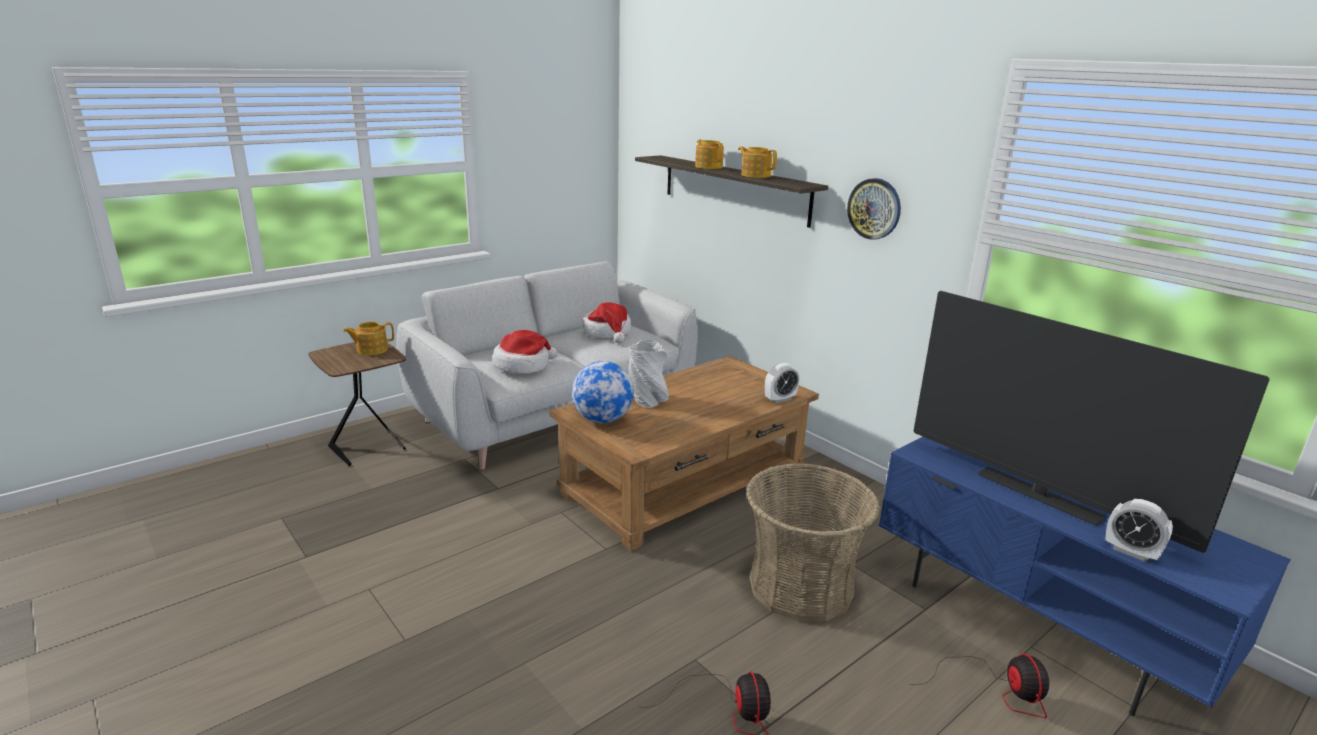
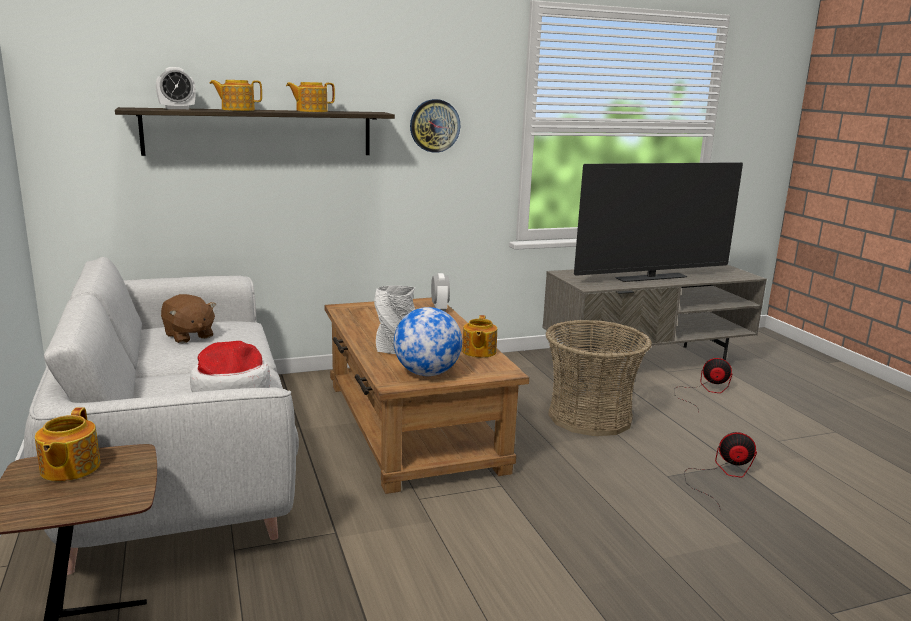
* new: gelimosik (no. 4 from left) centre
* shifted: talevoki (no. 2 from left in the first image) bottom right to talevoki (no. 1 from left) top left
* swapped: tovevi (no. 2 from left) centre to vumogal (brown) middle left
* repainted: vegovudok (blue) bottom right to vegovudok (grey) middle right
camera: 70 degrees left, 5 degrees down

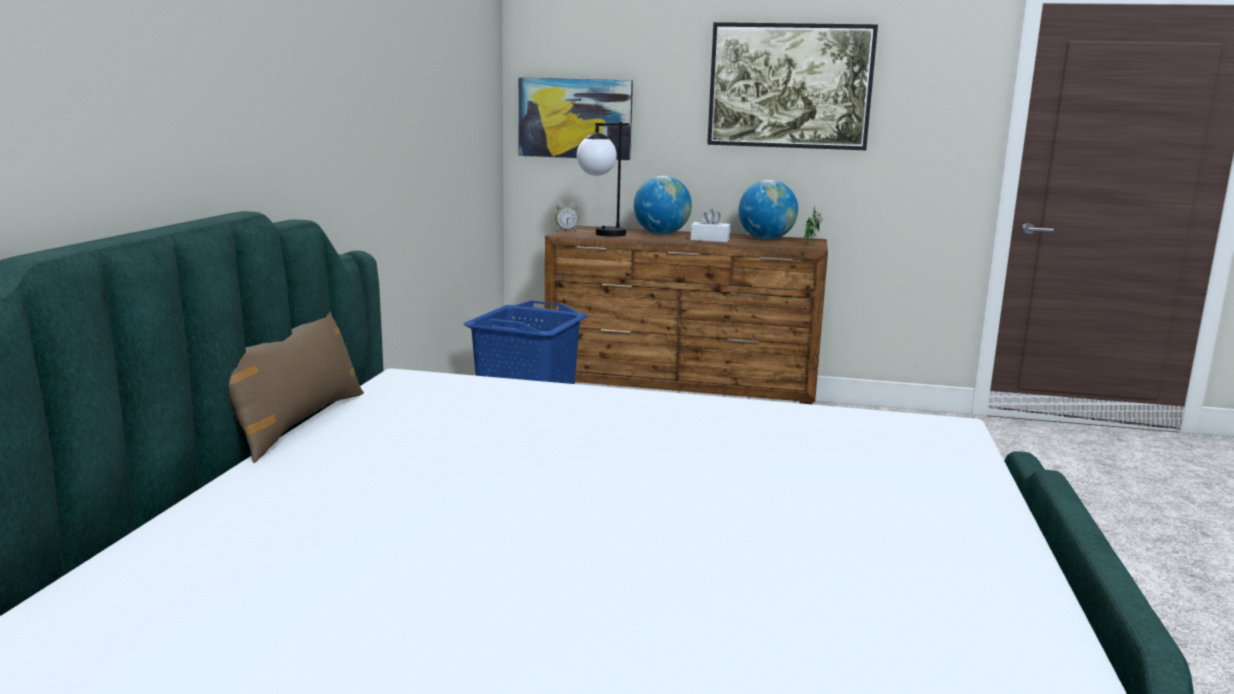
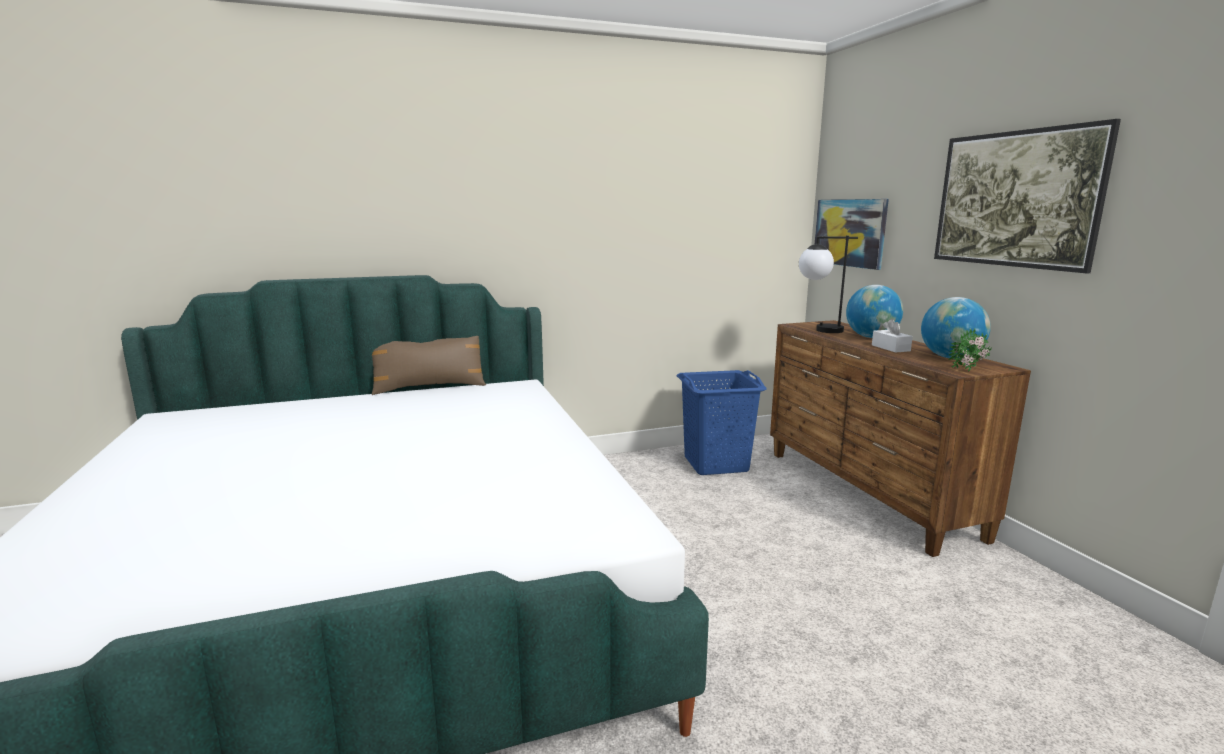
* gone: talevoki top centre
camera: 60 degrees right, 0 degrees up

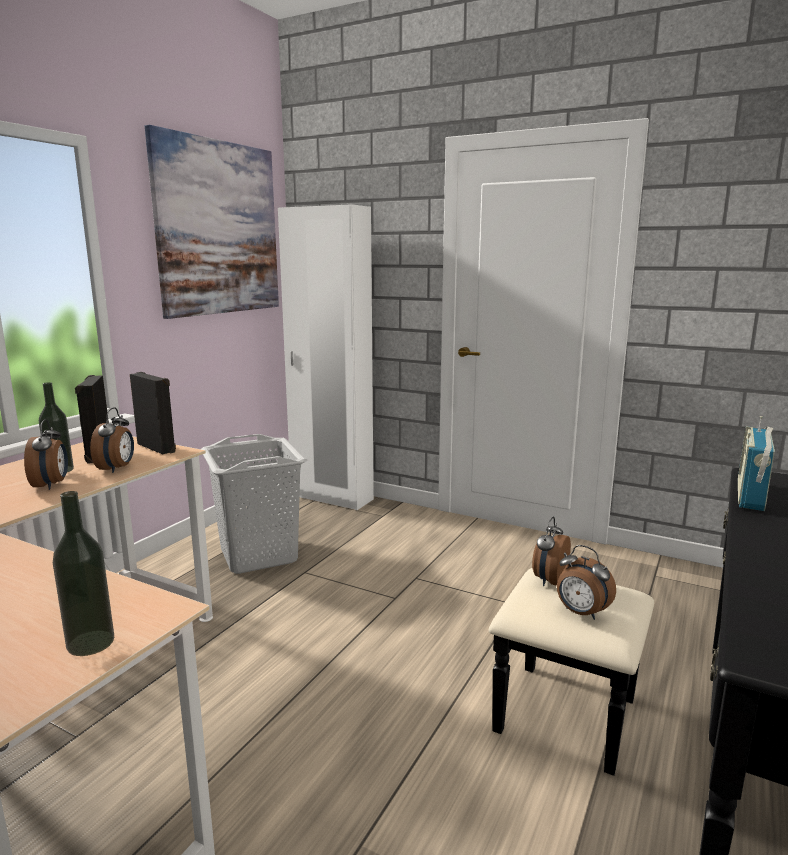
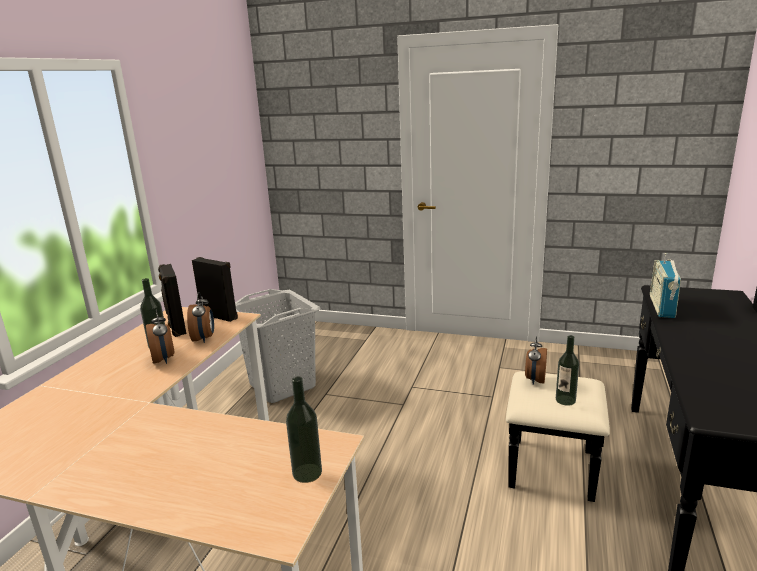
* gone: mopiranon top left
* gone: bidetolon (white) centre
* swapped: talevoki (no. 4 from left) bottom right to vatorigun (no. 3 from left) middle right
camera: 10 degrees left, 5 degrees up

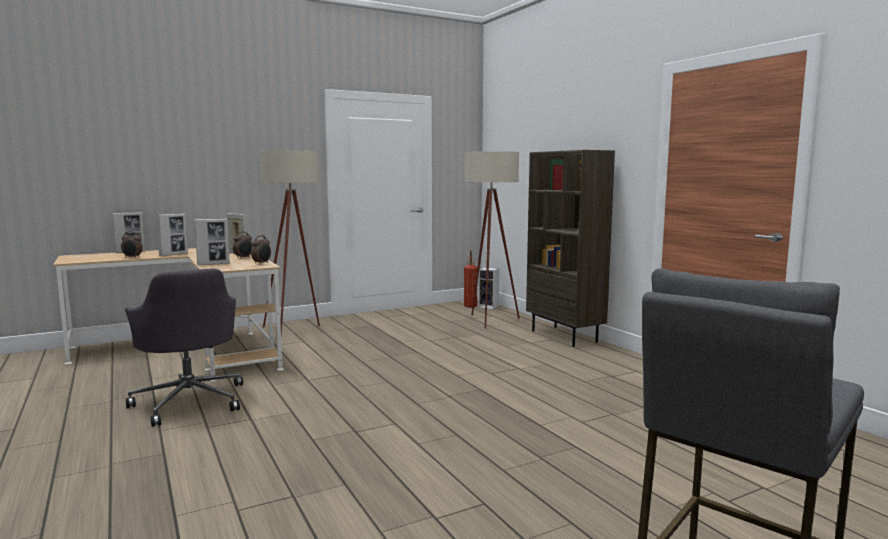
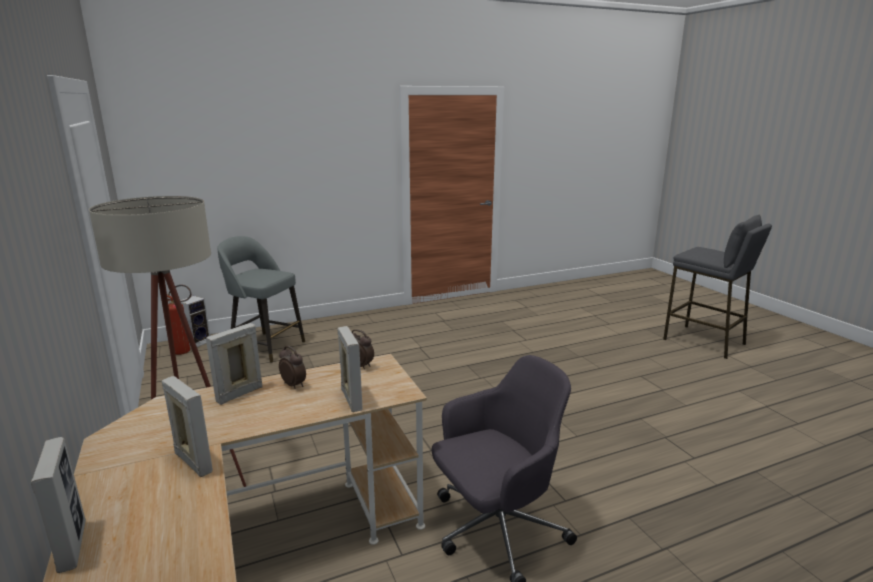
* gone: talevoki (no. 1 from left) middle left
* gone: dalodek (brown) centre
* swapped: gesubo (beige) (no. 2 from left) centre to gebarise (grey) (no. 1 from left) middle left
camera: 85 degrees left, 10 degrees up

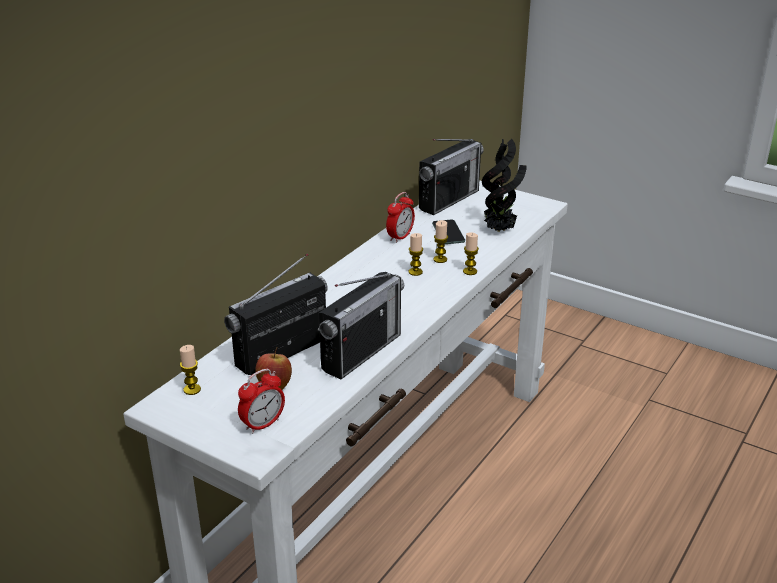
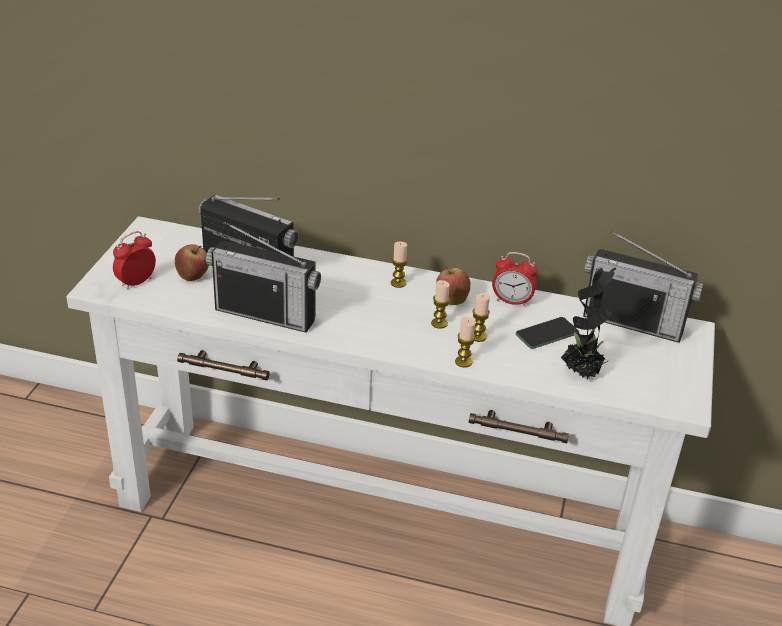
* new: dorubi (no. 2 from left) centre
* shifted: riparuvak (no. 1 from left) middle left to centre
* rotated: talevoki (no. 1 from left) bottom centre = middle left 105 degrees clockwise
camera: 70 degrees right, 5 degrees up

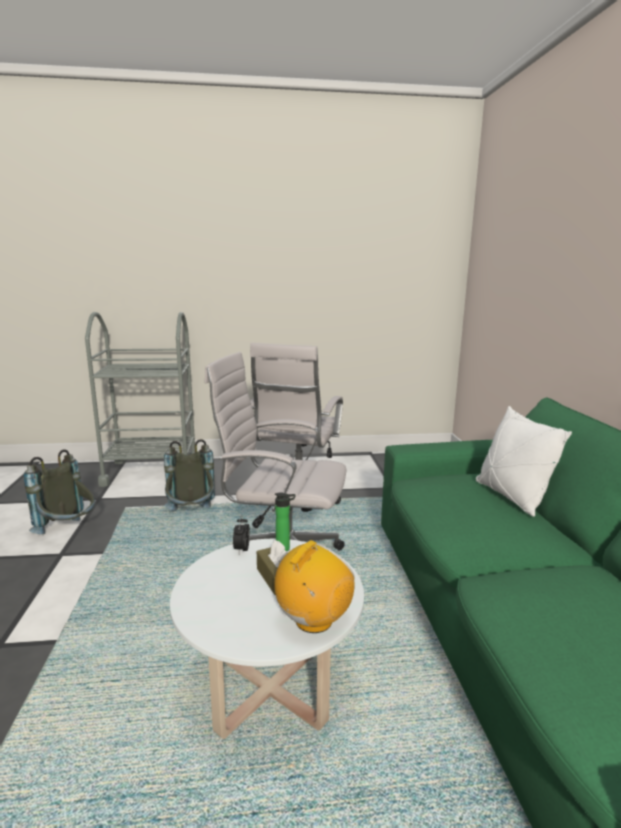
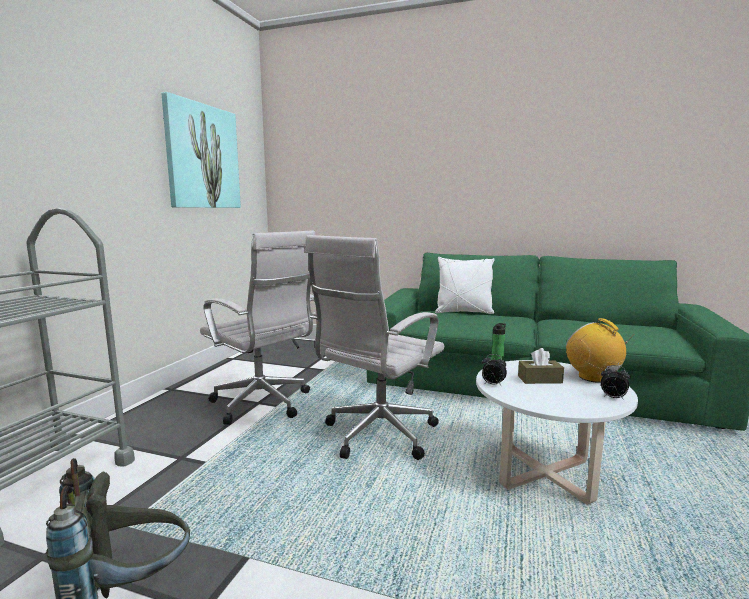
* gone: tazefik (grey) (no. 2 from left) middle left
* new: mopiranon top left
* new: talevoki (no. 2 from left) middle right
camera: 65 degrees left, 5 degrees down

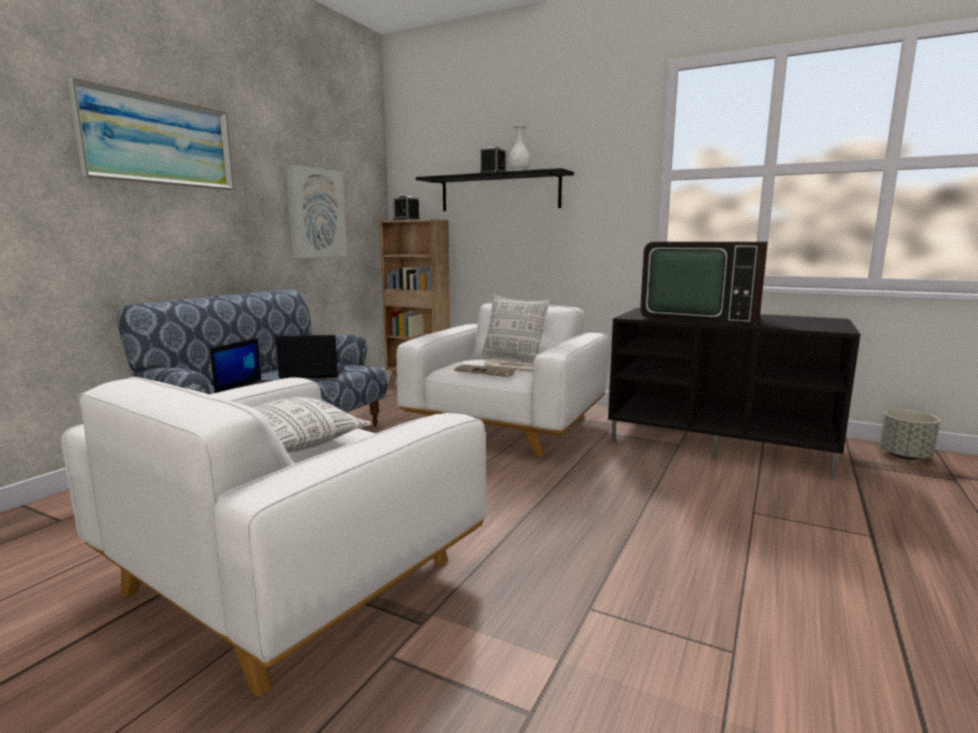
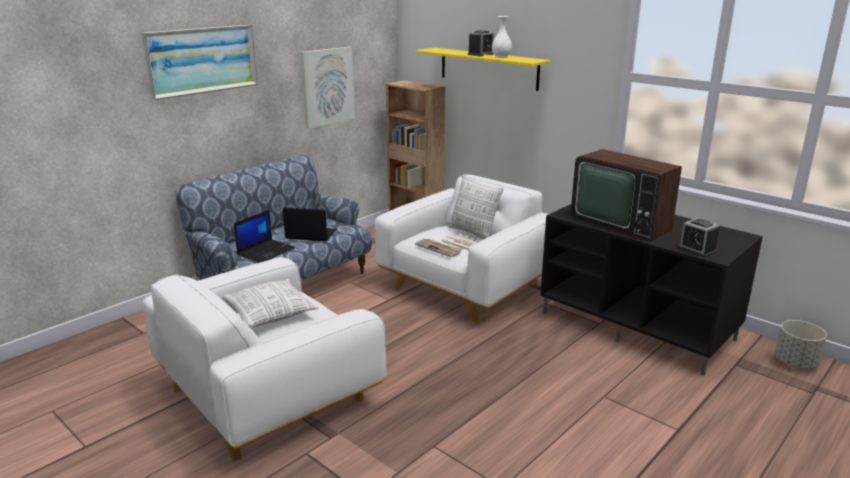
* shifted: talevoki (no. 1 from left in the first image) top centre to talevoki (no. 2 from left) middle right
* repainted: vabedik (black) top centre to vabedik (yellow) top centre
camera: 15 degrees right, 10 degrees up

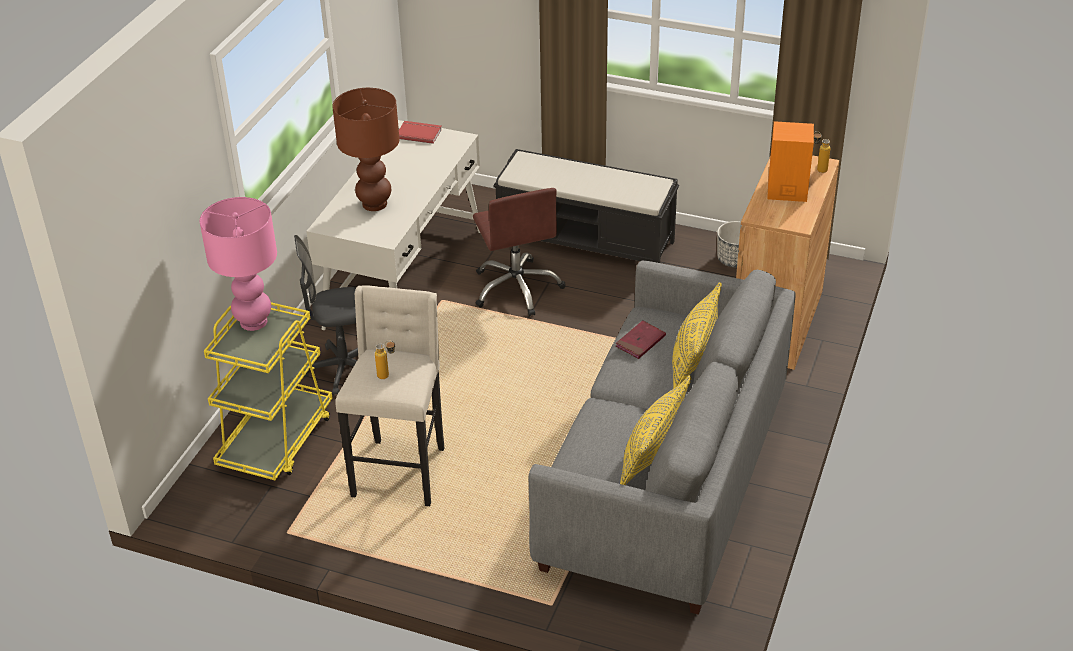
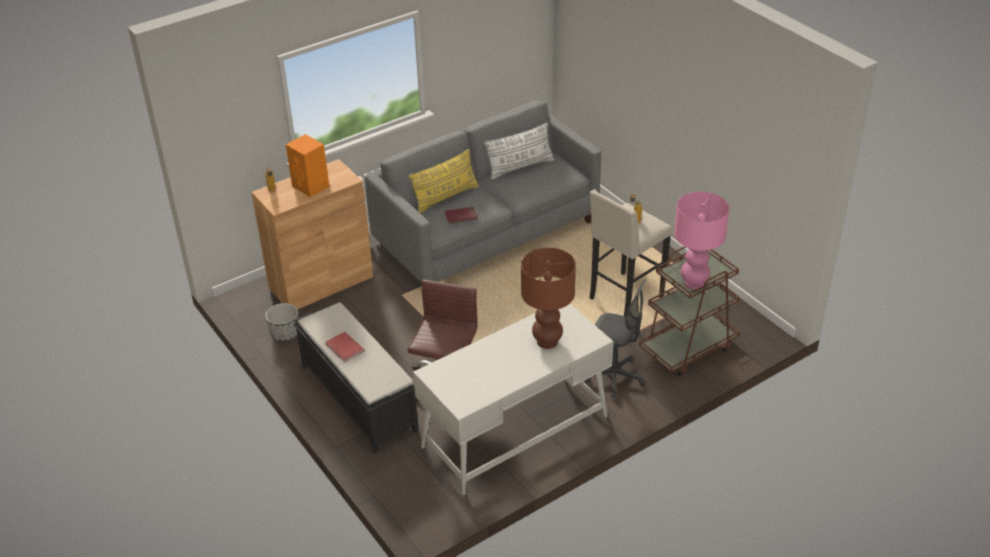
* shifted: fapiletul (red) (no. 1 from left) top centre to centre
* repainted: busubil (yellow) middle left to busubil (brown) middle right
* repainted: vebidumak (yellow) (no. 1 from left) centre to vebidumak (white) top centre
camera: 145 degrees left, 0 degrees up

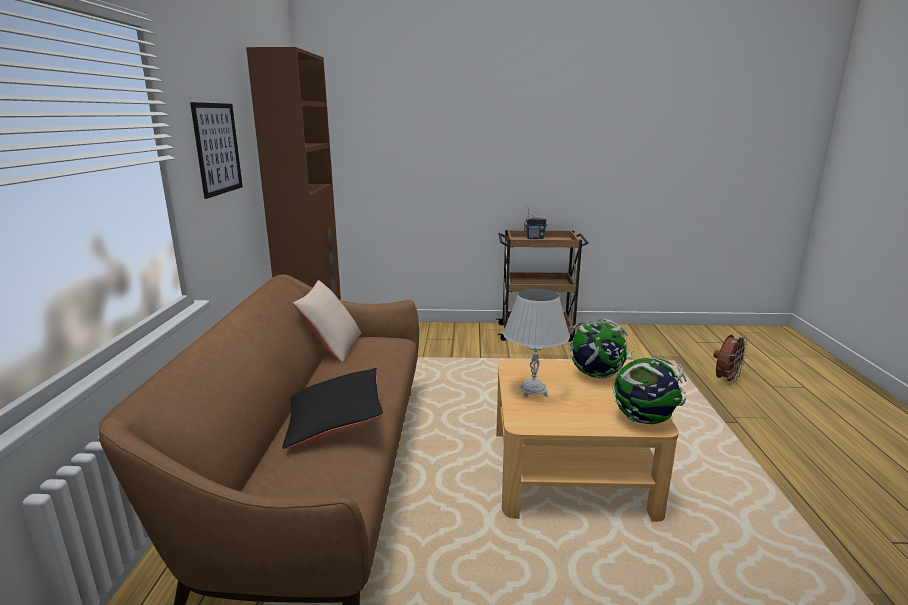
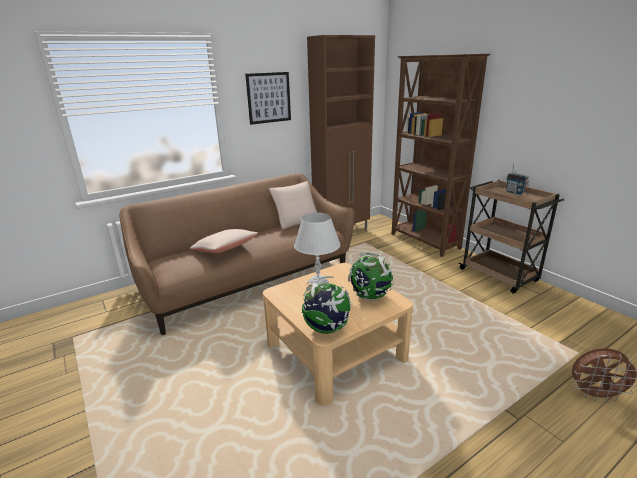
* new: dalodek (brown) top right
* repainted: vebidumak (black) bottom centre to vebidumak (beige) (no. 1 from left) centre
camera: 55 degrees right, 5 degrees up

